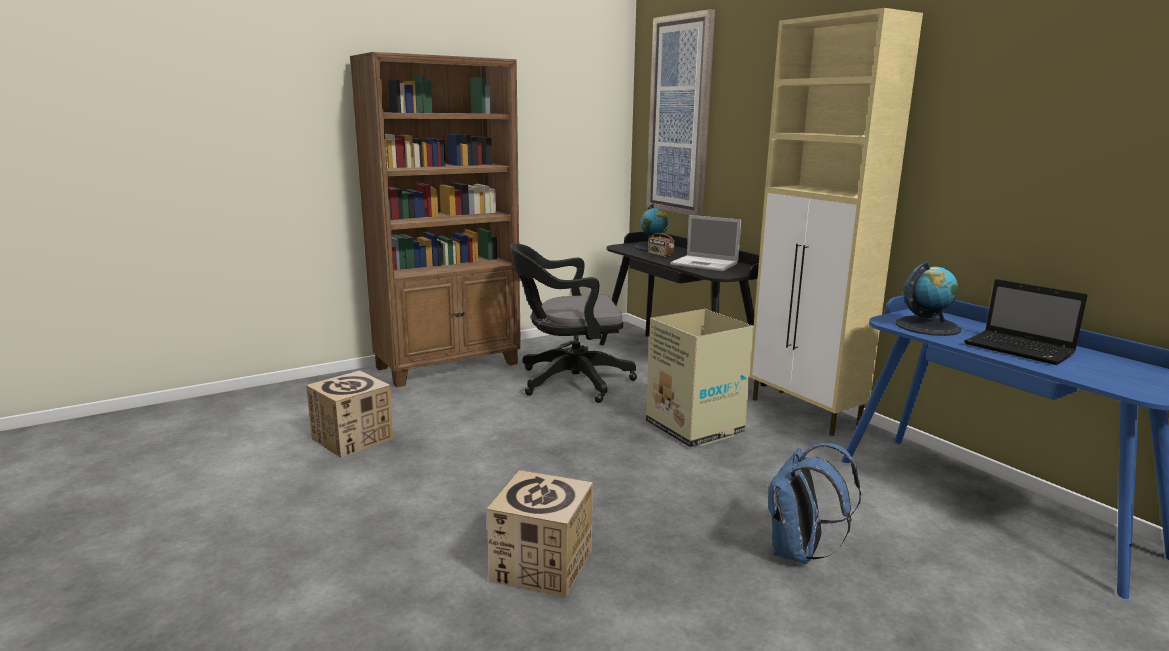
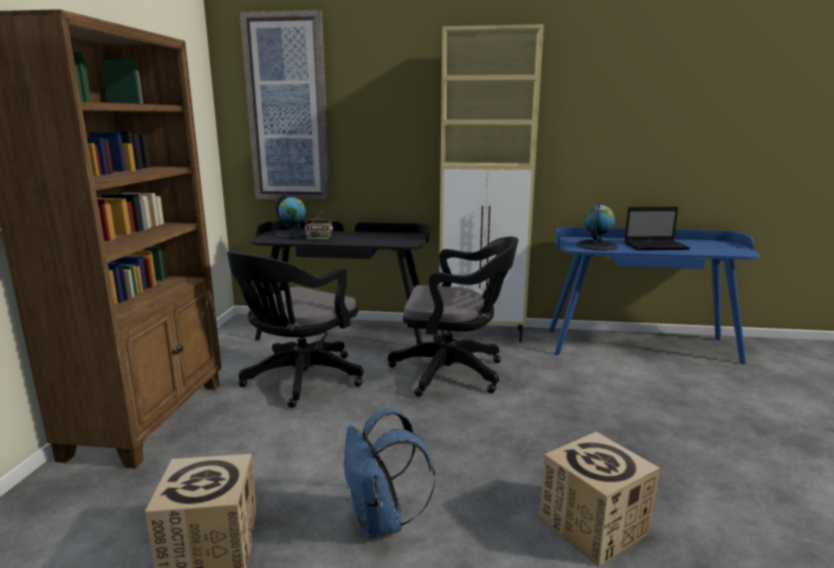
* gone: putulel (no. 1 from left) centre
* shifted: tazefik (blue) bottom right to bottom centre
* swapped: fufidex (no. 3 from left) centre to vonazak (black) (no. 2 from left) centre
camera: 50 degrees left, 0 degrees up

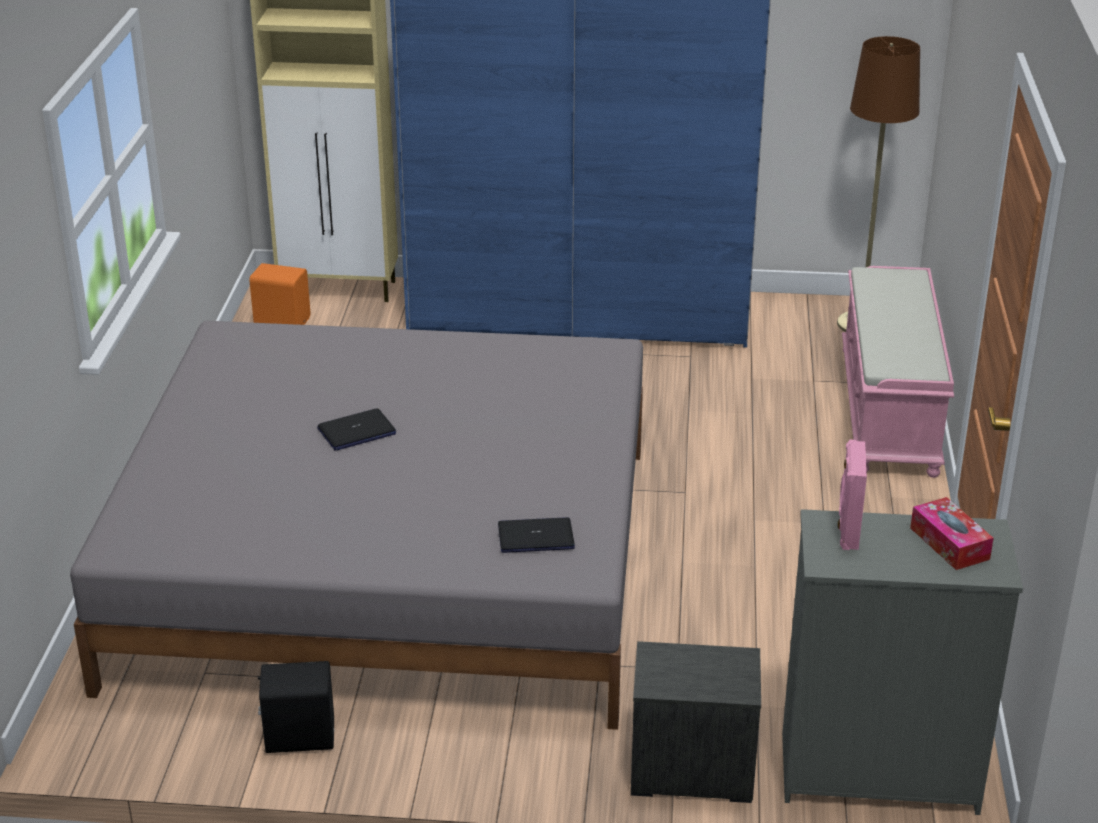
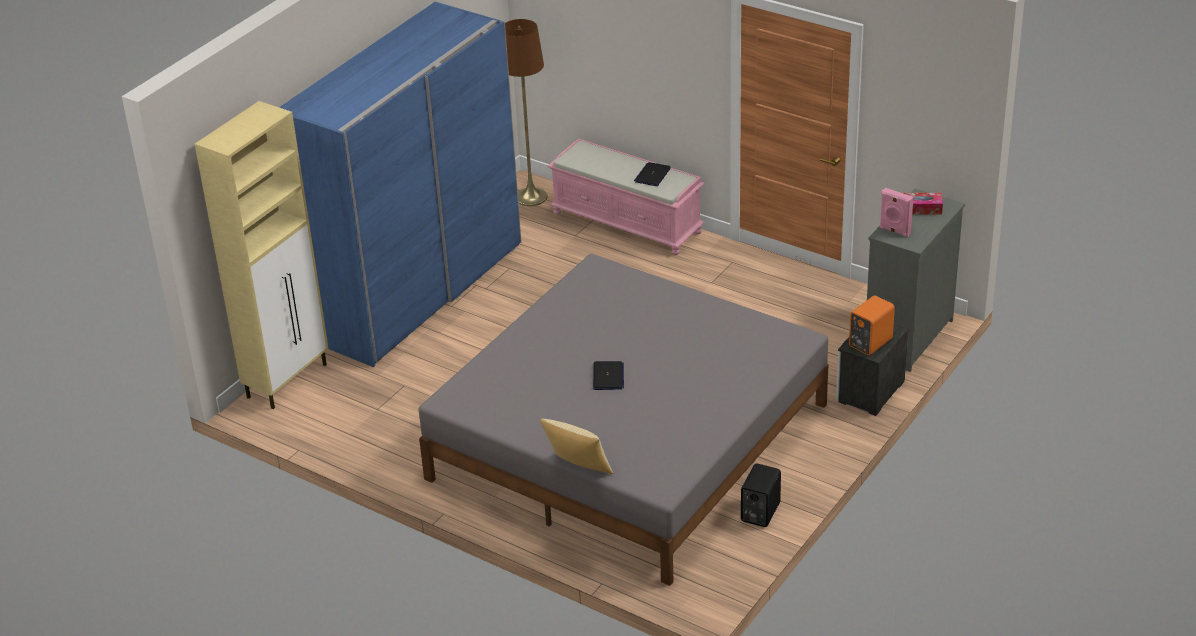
* new: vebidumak bottom centre
* shifted: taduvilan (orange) middle left to middle right
* shifted: putulel (no. 2 from left) centre to top centre
camera: 60 degrees left, 5 degrees up

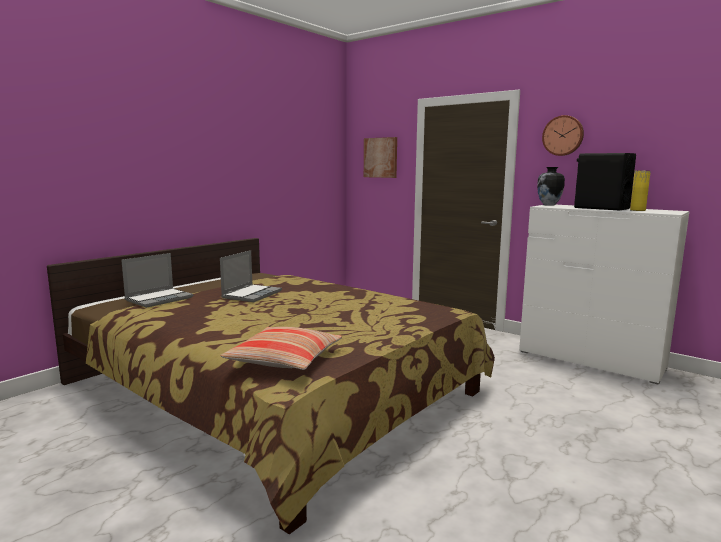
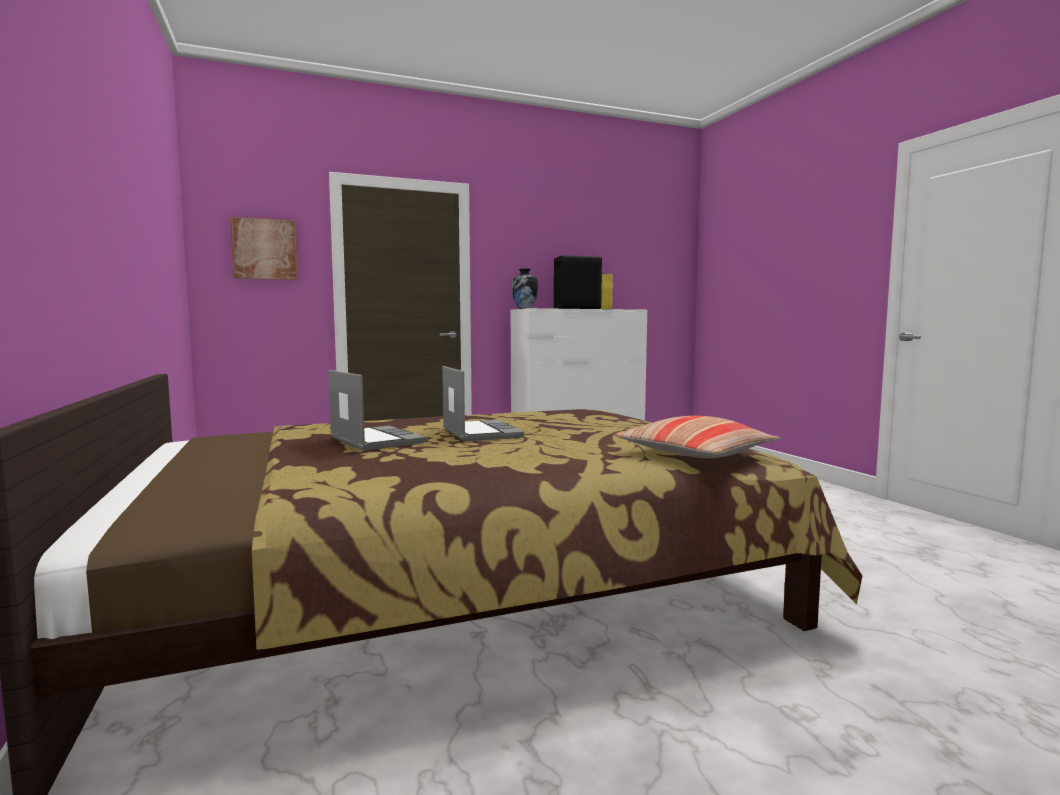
* gone: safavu top right
* shifted: putulel (no. 1 from left in the first image) middle left to putulel (no. 2 from left) centre
camera: 60 degrees left, 5 degrees down

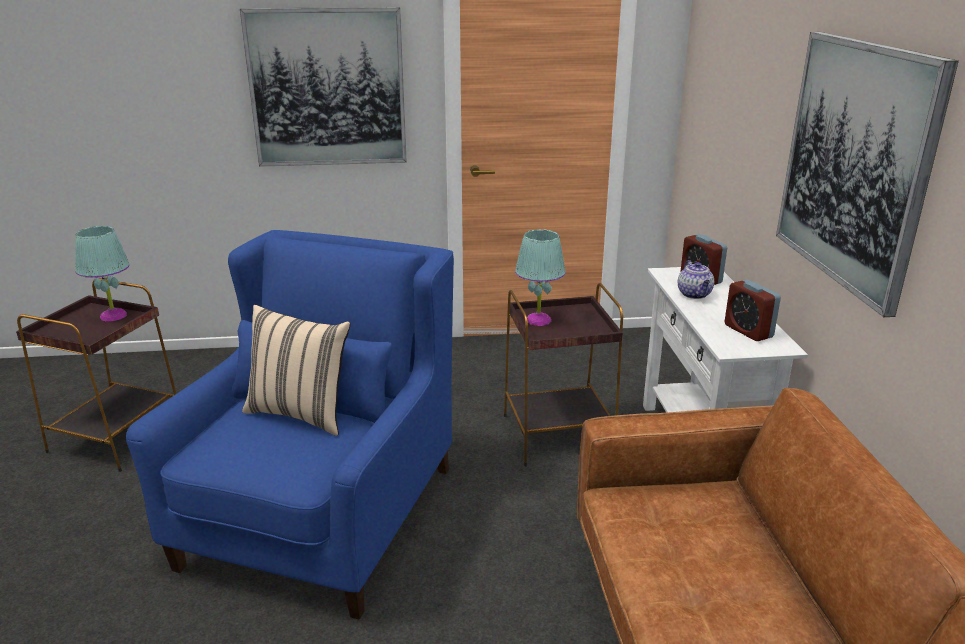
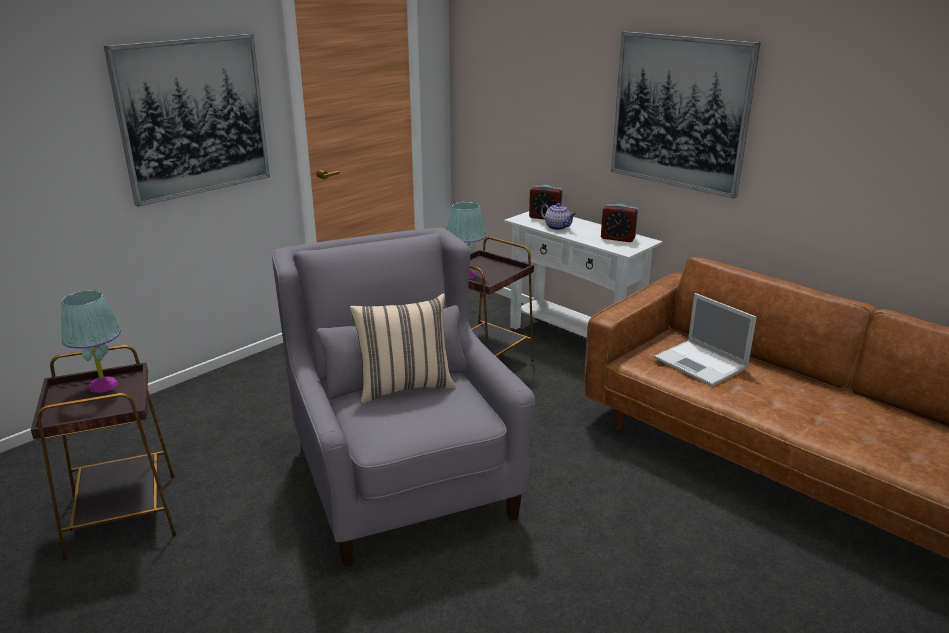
* new: putulel middle right
* repainted: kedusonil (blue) middle left to kedusonil (grey) centre
camera: 40 degrees left, 0 degrees up

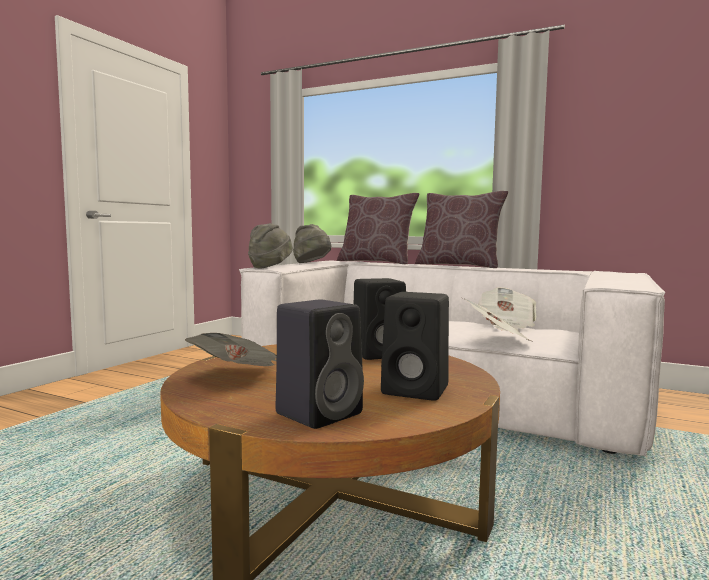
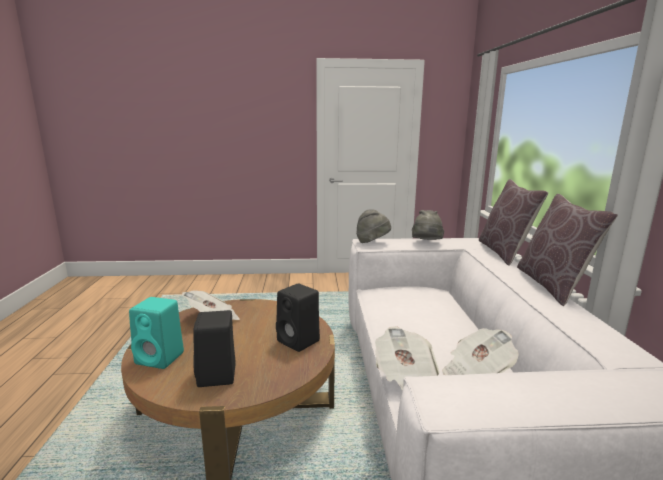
* repainted: taduvilan (black) (no. 1 from left) centre to taduvilan (turquoise) bottom left
camera: 60 degrees right, 10 degrees up

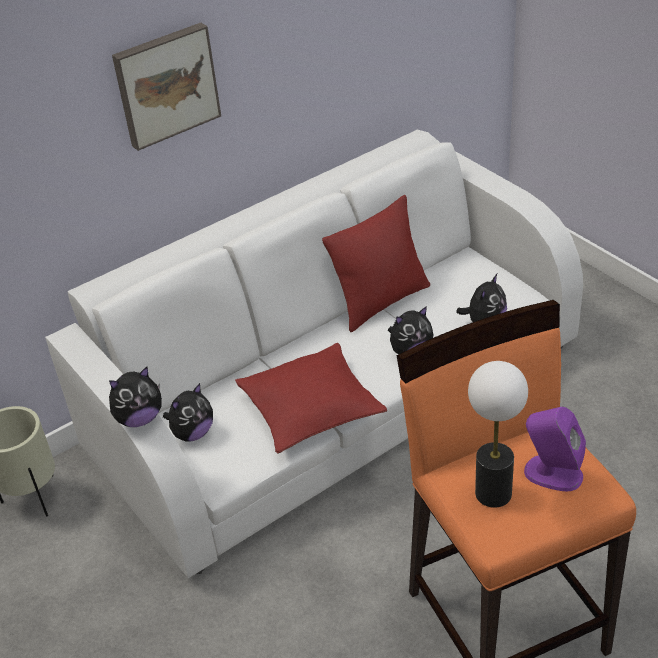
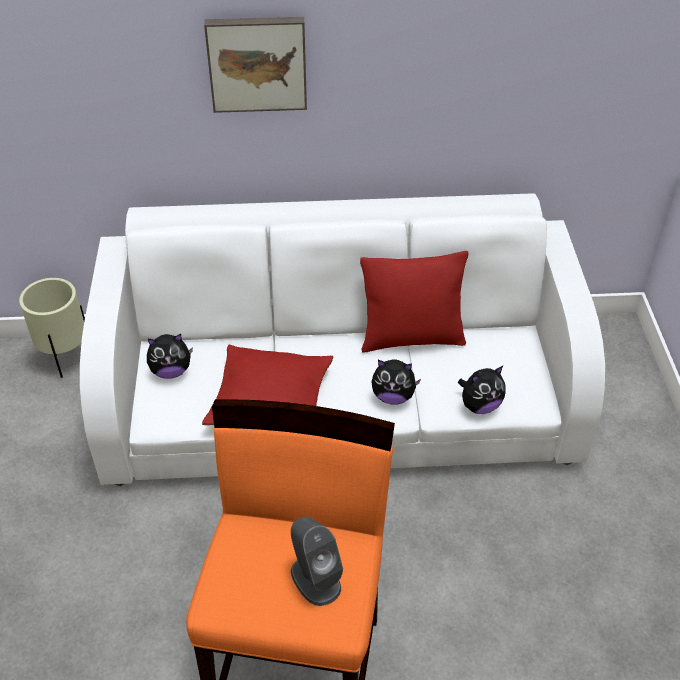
* gone: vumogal (no. 1 from left) middle left
* gone: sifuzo middle right
* repainted: taduvilan (purple) bottom right to taduvilan (grey) bottom centre
camera: 30 degrees right, 5 degrees up

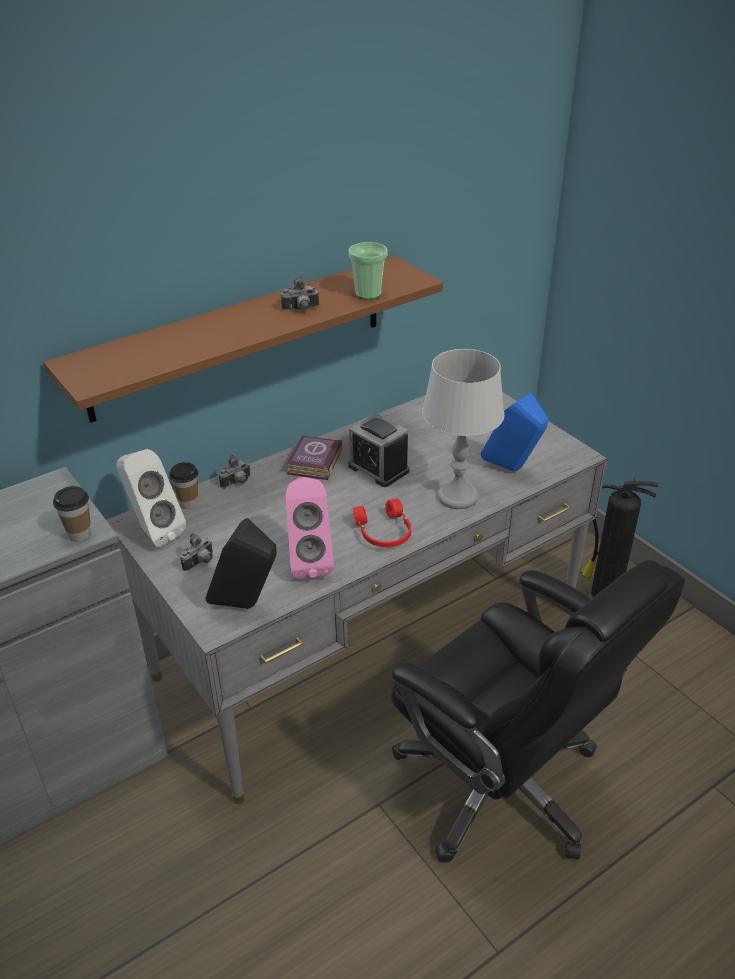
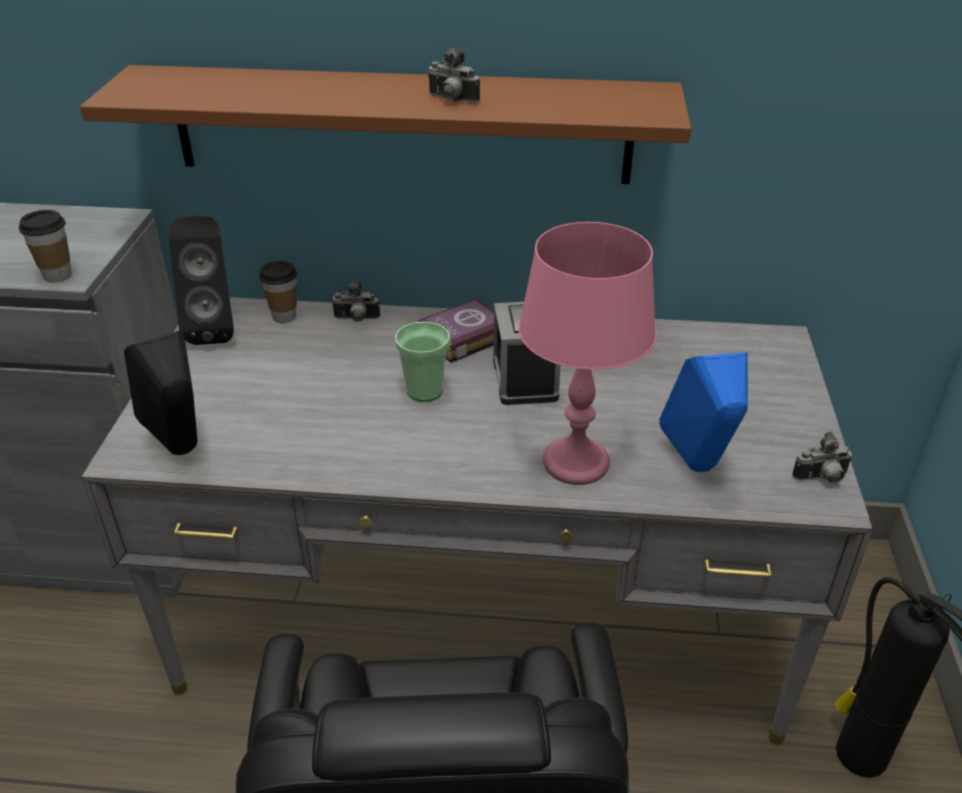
* gone: taduvilan (pink) centre
* gone: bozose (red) centre
* shifted: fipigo (no. 1 from left in the first image) middle left to fipigo (no. 3 from left) middle right
* shifted: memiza (no. 3 from left) top centre to centre
* repainted: taduvilan (white) middle left to taduvilan (black) (no. 2 from left) middle left
* repainted: sifuzo (grey) centre to sifuzo (pink) centre
camera: 40 degrees right, 0 degrees up

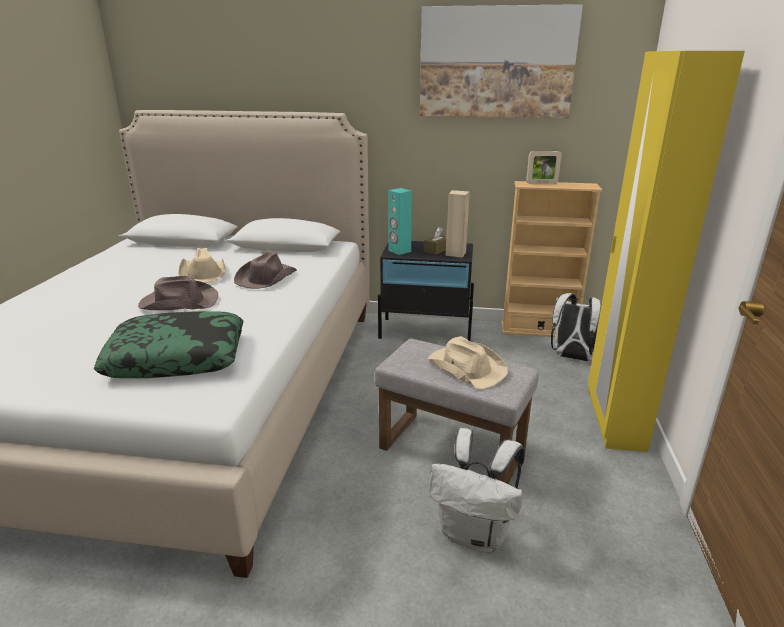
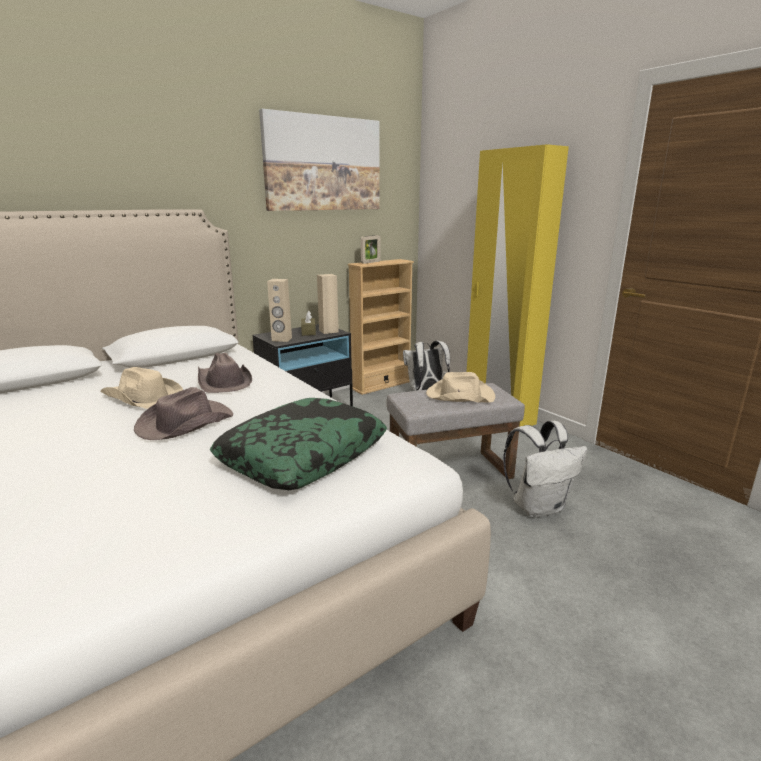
* repainted: taduvilan (turquoise) centre to taduvilan (beige) (no. 1 from left) centre
camera: 45 degrees left, 5 degrees down

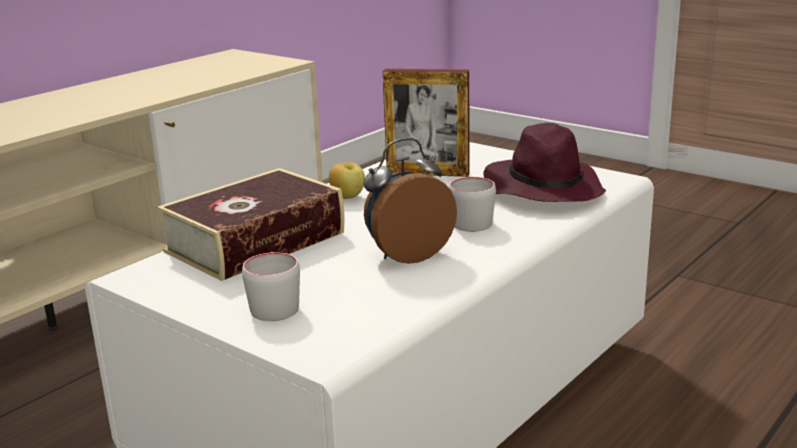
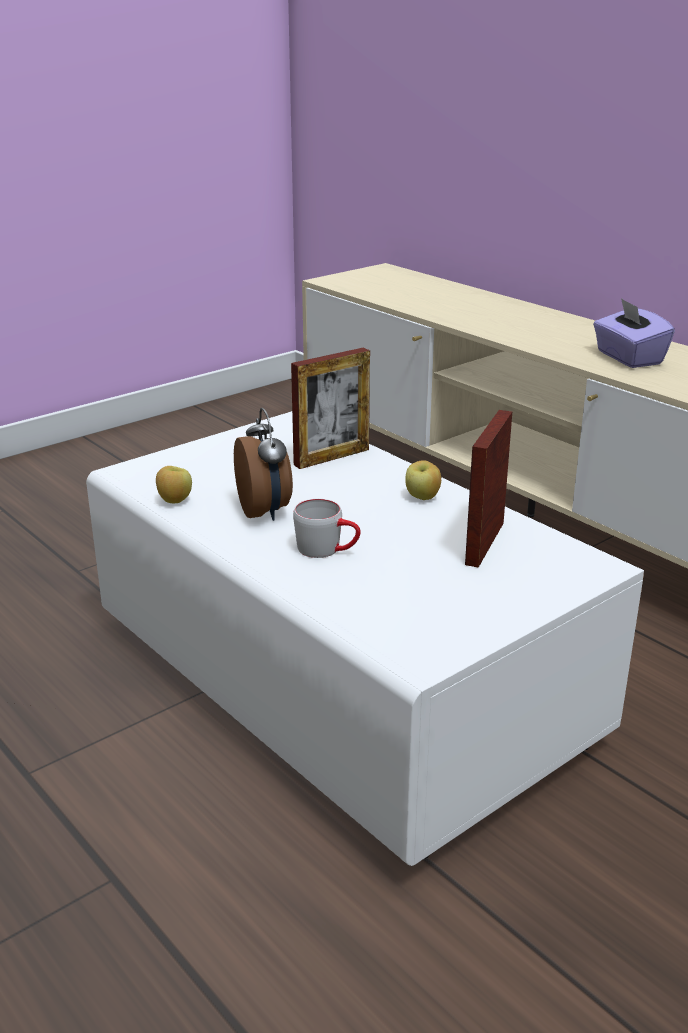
* gone: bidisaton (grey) (no. 1 from left) centre
* gone: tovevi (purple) middle right
* new: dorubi (no. 1 from left) middle left
* new: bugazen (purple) top right
* swapped: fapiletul middle left to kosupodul (no. 1 from left) centre
camera: 100 degrees right, 5 degrees up

